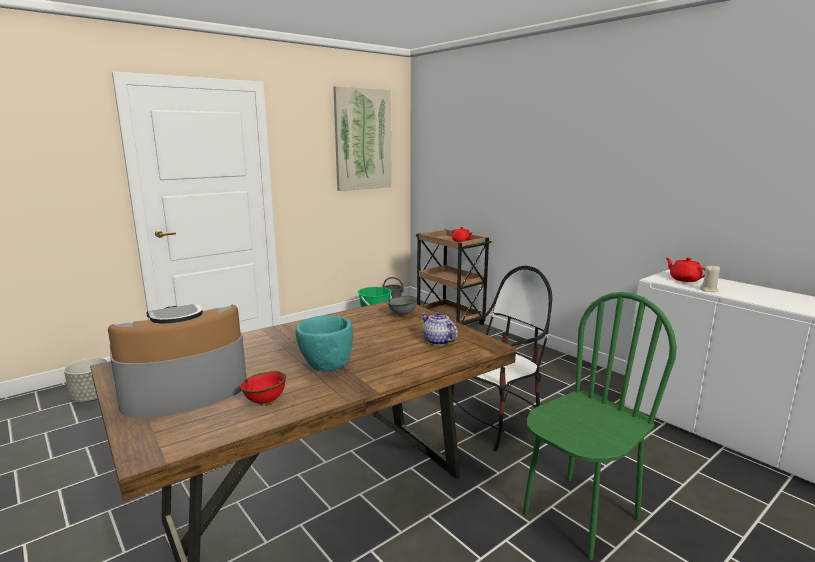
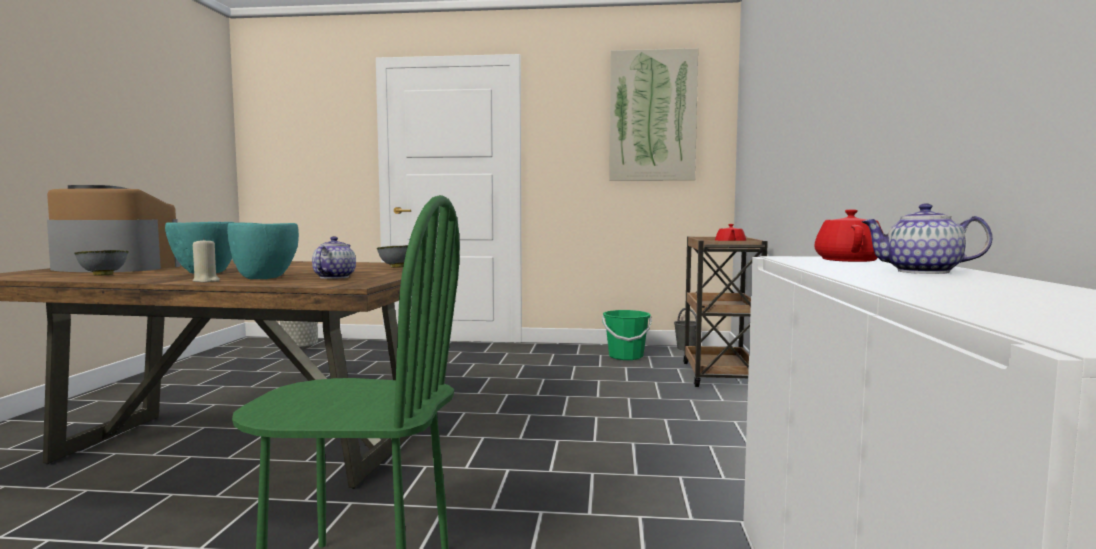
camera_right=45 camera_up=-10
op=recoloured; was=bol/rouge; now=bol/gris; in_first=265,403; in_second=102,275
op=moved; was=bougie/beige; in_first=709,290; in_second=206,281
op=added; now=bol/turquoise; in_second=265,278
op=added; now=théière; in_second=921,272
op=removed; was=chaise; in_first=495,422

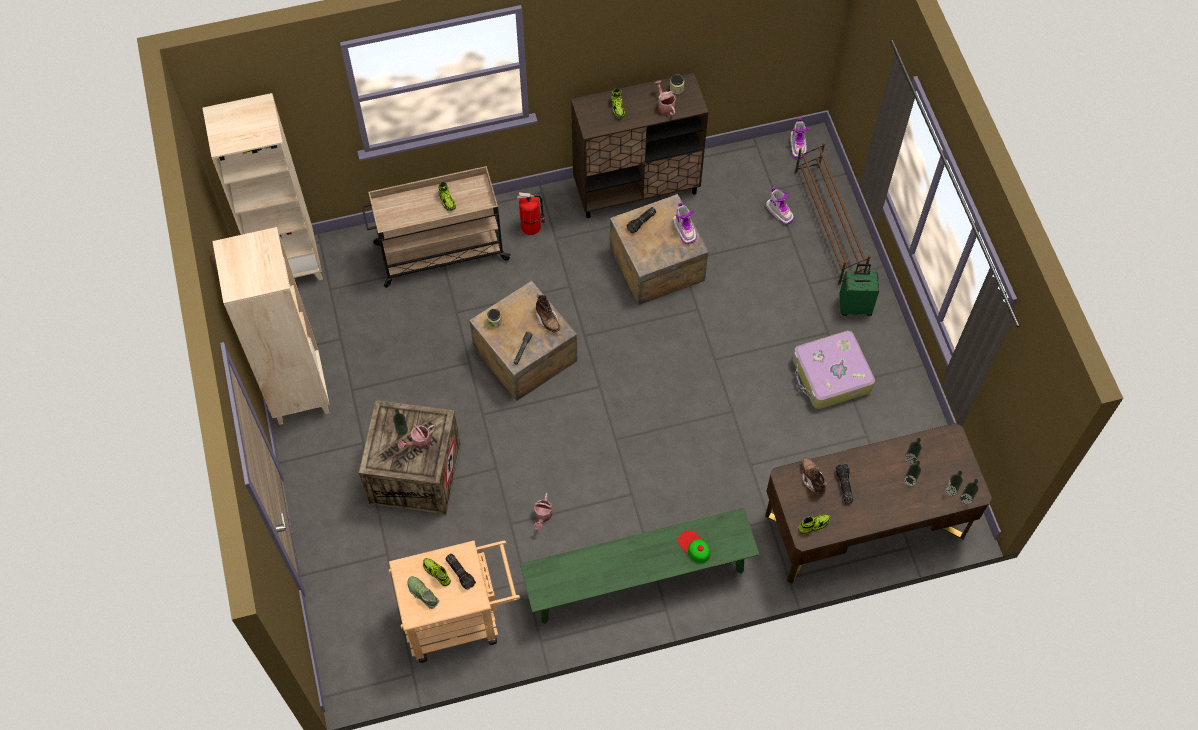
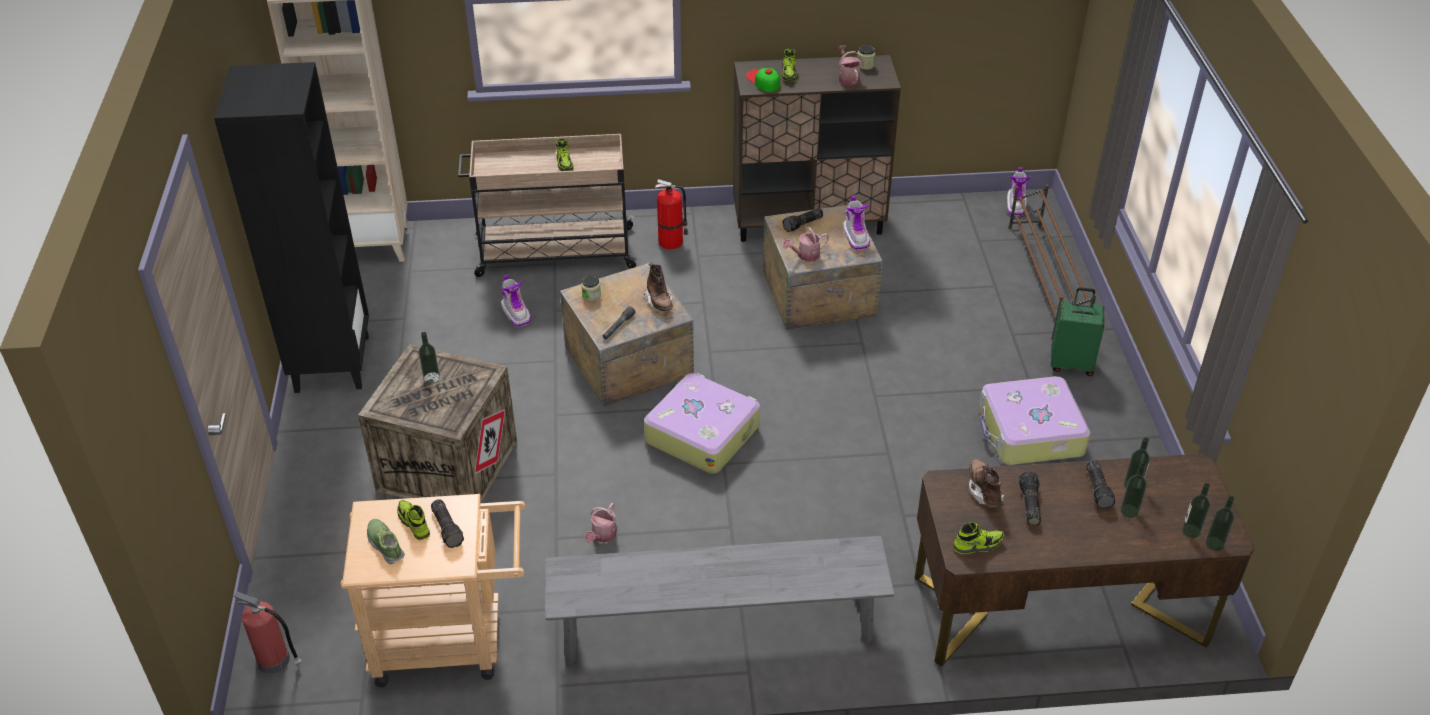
camera_right=10 camera_up=-20
op=recoloured; was=bibliothèque/beige; now=bibliothèque/noir; in_first=298,392; in_second=331,363
op=added; now=extincteur; in_second=275,660
op=moved; was=botte; in_first=779,212; in_second=516,313
op=recoloured; was=banc/vert; now=banc/gris; in_first=638,579; in_second=717,629
op=added; now=valise; in_second=702,433
op=moved; was=casquette; in_first=694,547; in_second=763,80
op=moved; was=arrosoir; in_first=419,442; in_second=805,255
op=added; now=lampe de poche; in_second=1099,489

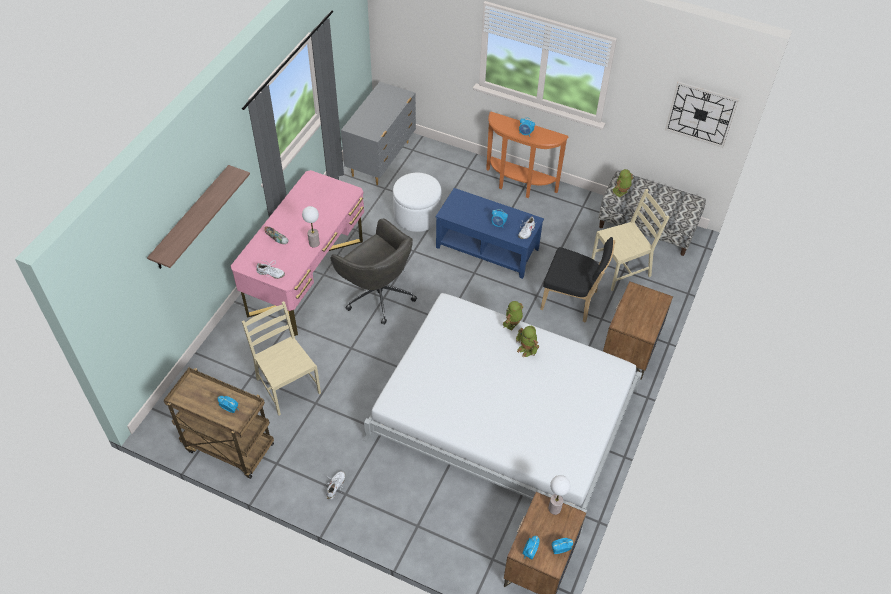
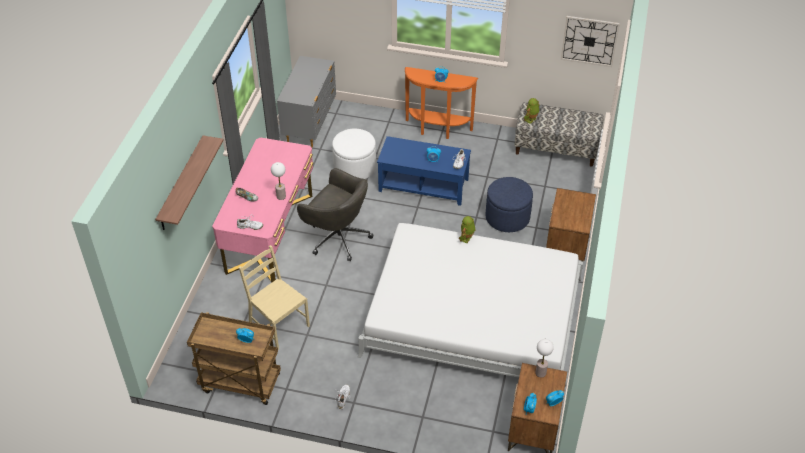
camera_right=-10 camera_up=-5
op=replaced; was=chaise/noir; now=pouf/bleu; in_first=571,301; in_second=507,217
op=removed; was=robot jouet; in_first=526,349
op=removed; was=chaise/beige; in_first=621,268

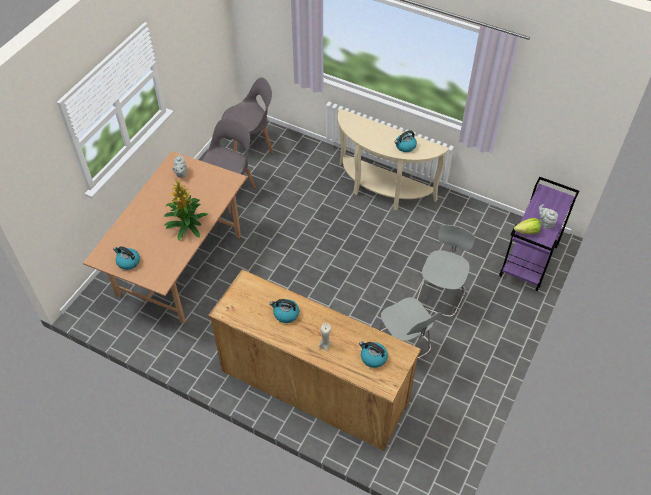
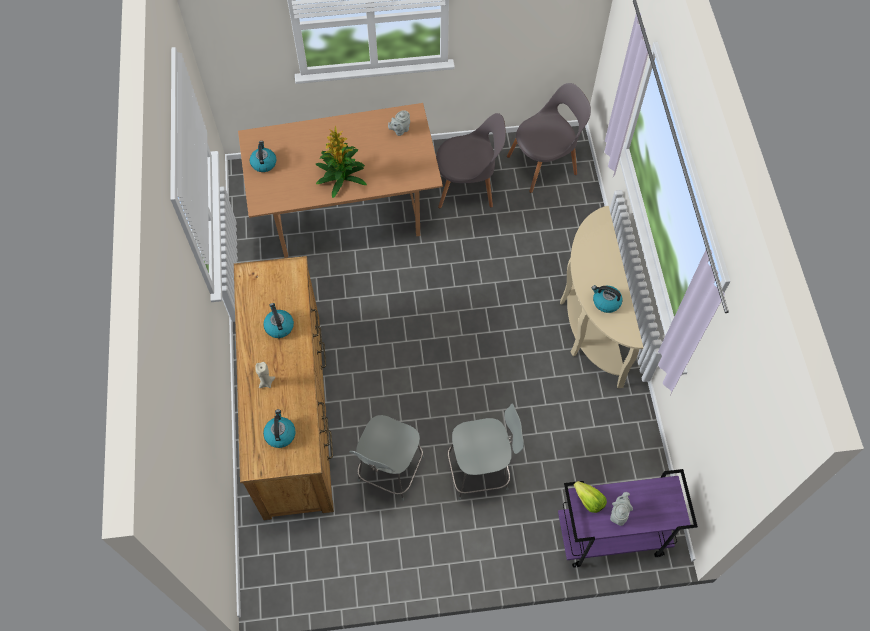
camera_right=55 camera_up=10
op=turned; was=chaise/gris; in_first=250,144; in_second=544,164; clockwise=-60

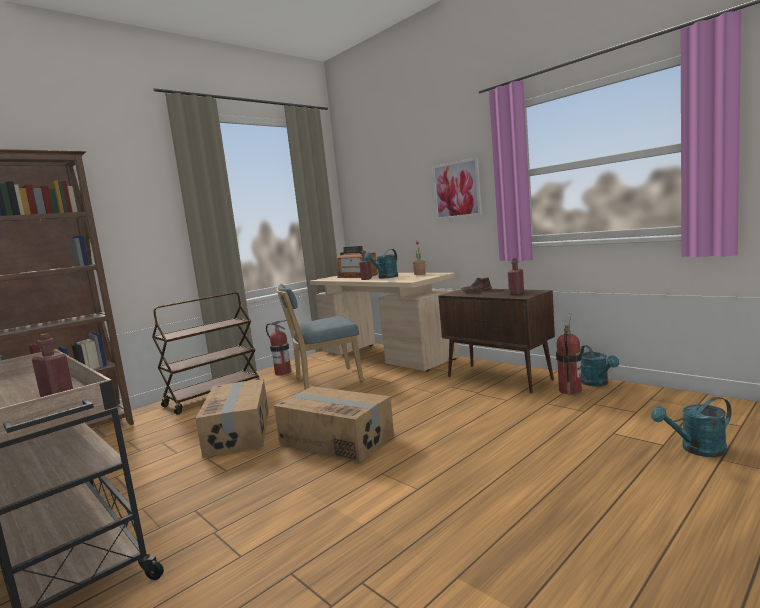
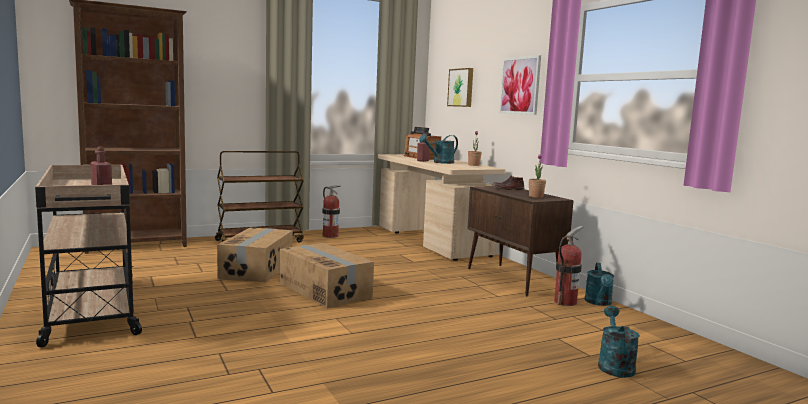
camera_right=15 camera_up=0
op=added; now=tableau; in_second=461,87
op=replaced; was=bouteille/rouge; now=plante en pot; in_first=516,293; in_second=536,196
op=turned; was=arrosoir/turquoise; in_first=697,450; in_second=614,365; clockwise=90
op=removed; was=chaise/bleu; in_first=325,380

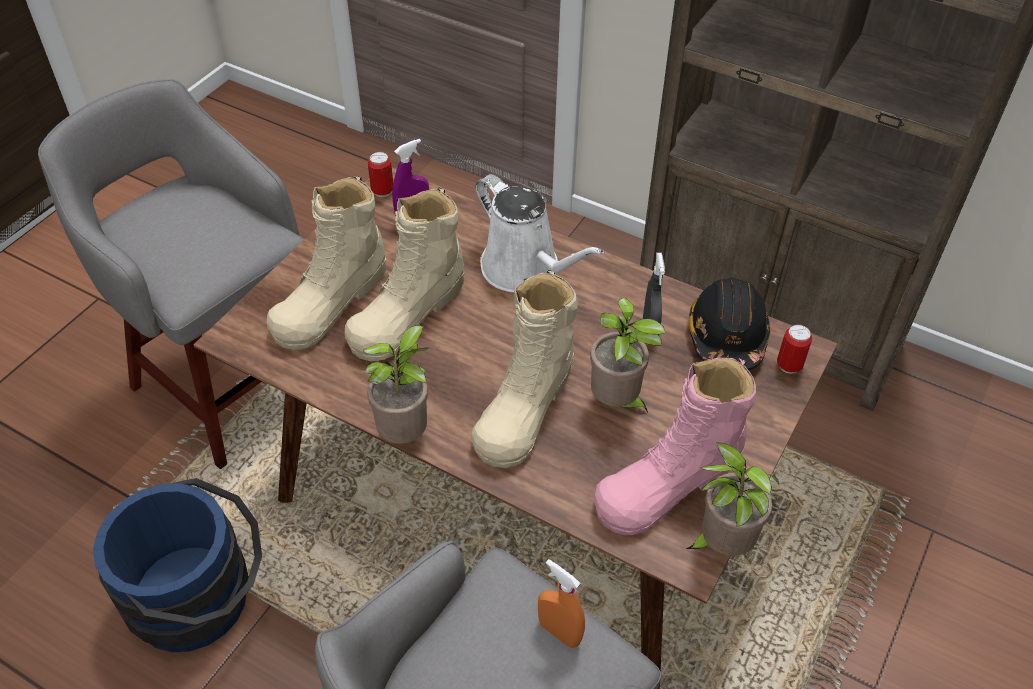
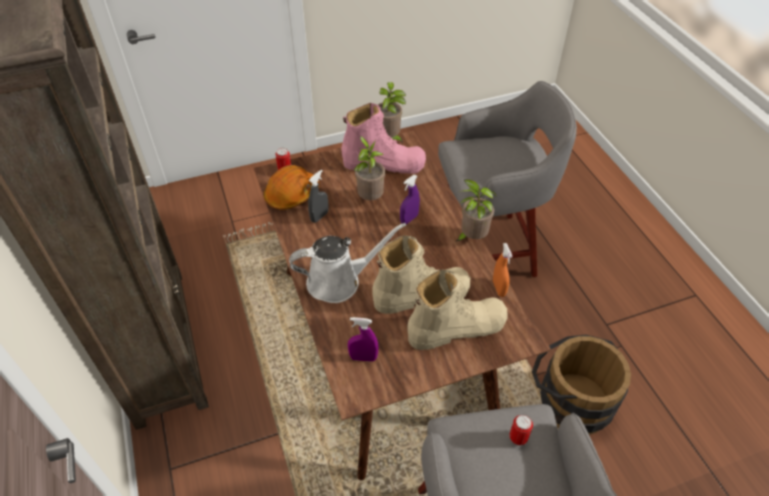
camera_right=-140 camera_up=0
op=recoloured; was=casque de chantier/noir; now=casque de chantier/orange; in_first=727,336; in_second=292,195
op=turned; was=arrosoir/blanc; in_first=525,270; in_second=339,281; clockwise=75
op=replaced; was=botte/beige; now=vaporisateur/violet; in_first=525,405; in_second=409,219
op=moved; was=vaporisateur/orange; in_first=559,632; in_second=499,288
op=moved; was=boîte métallique; in_first=382,191; in_second=518,438
op=recoloured; was=seau/bleu; now=seau/marron; in_first=202,600; in_second=568,400

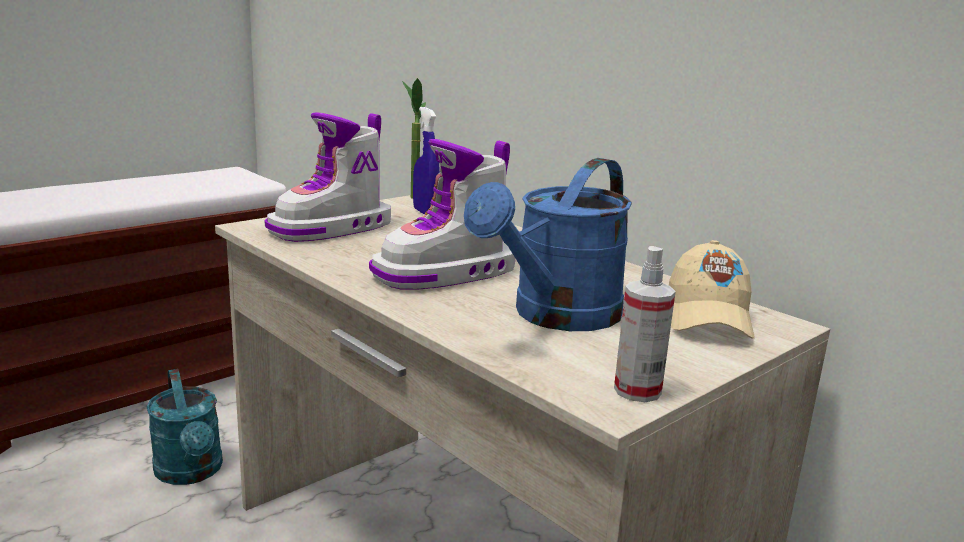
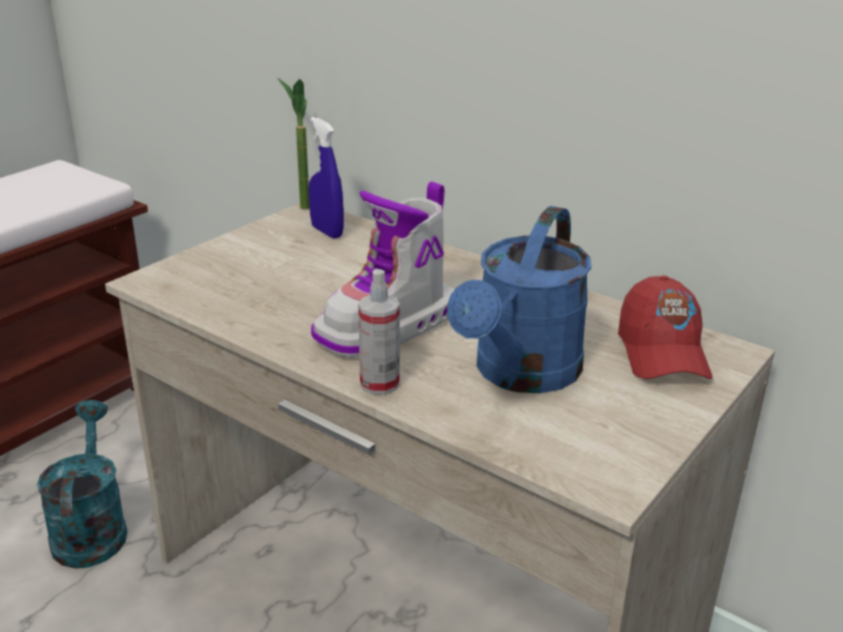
camera_right=-10 camera_up=10
op=turned; was=arrosoir/turquoise; in_first=191,473; in_second=91,528; clockwise=-150
op=moved; was=vaporisateur; in_first=637,391; in_second=379,384
op=recoloured; was=casquette/beige; now=casquette/rouge; in_first=708,317; in_second=661,352
op=removed; was=botte; in_first=333,229

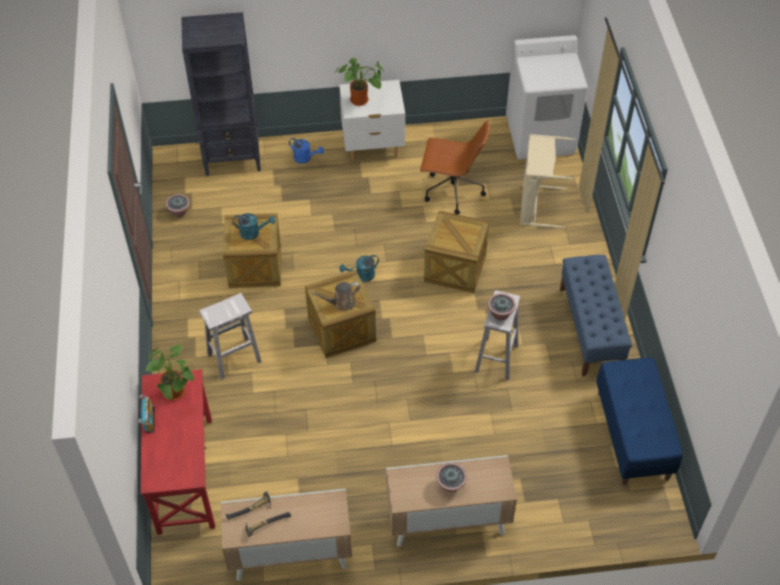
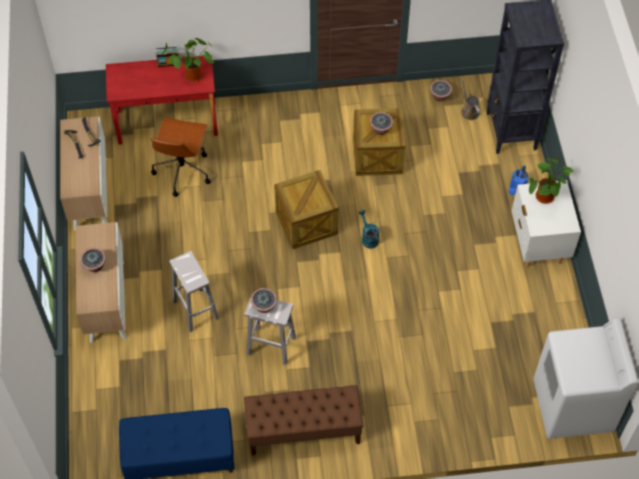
camera_right=90 camera_up=5
op=moved; was=chaise de bureau/marron; in_first=452,191; in_second=182,171
op=moved; was=tabouret/blanc; in_first=233,358; in_second=195,309
op=recoloured; was=banc/bleu; now=banc/marron; in_first=590,330; in_second=303,431
op=replaced; was=arrosoir/turquoise; now=plante en pot; in_first=253,233; in_second=381,130
op=moved; was=arrosoir/marron; in_first=341,303; in_second=469,111
op=removed; was=caisse; in_first=455,268
op=removed; was=panier à linge/beige; in_first=536,206

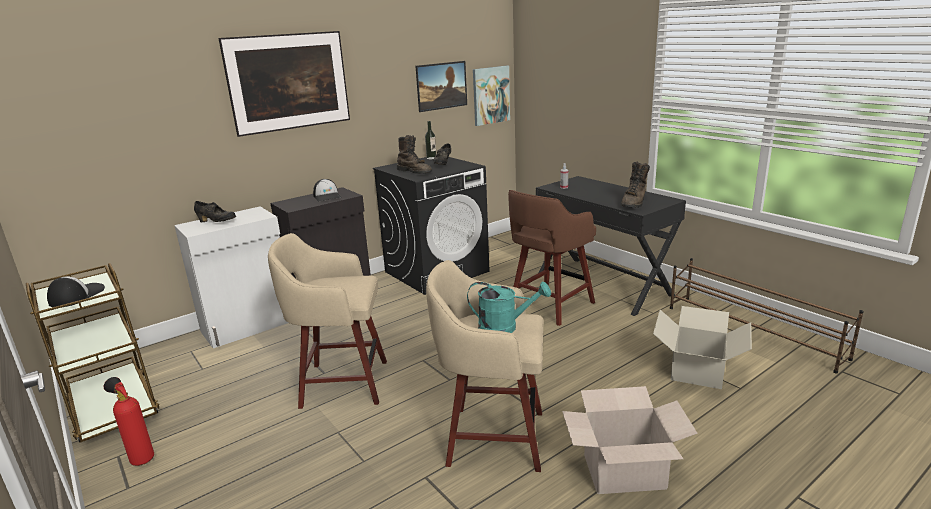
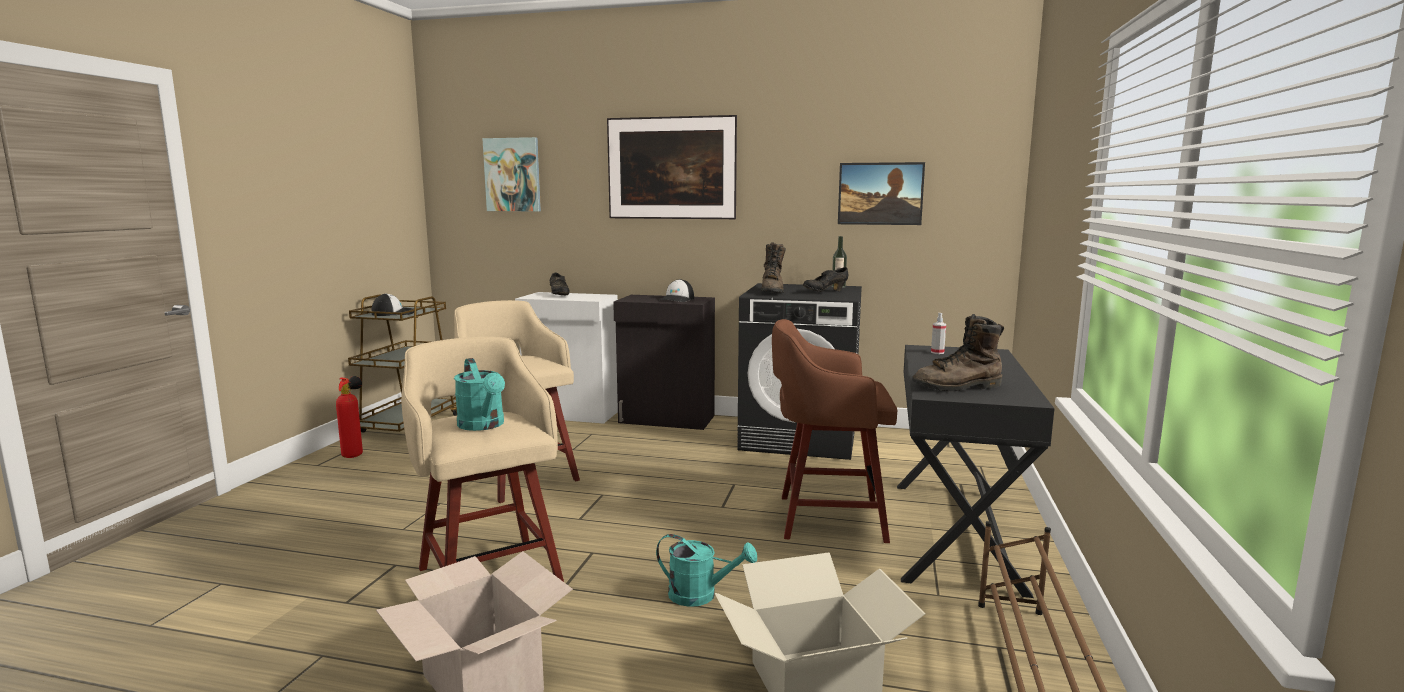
camera_right=50 camera_up=-10
op=moved; was=tableau; in_first=490,95; in_second=512,175
op=added; now=arrosoir/turquoise; in_second=701,595

